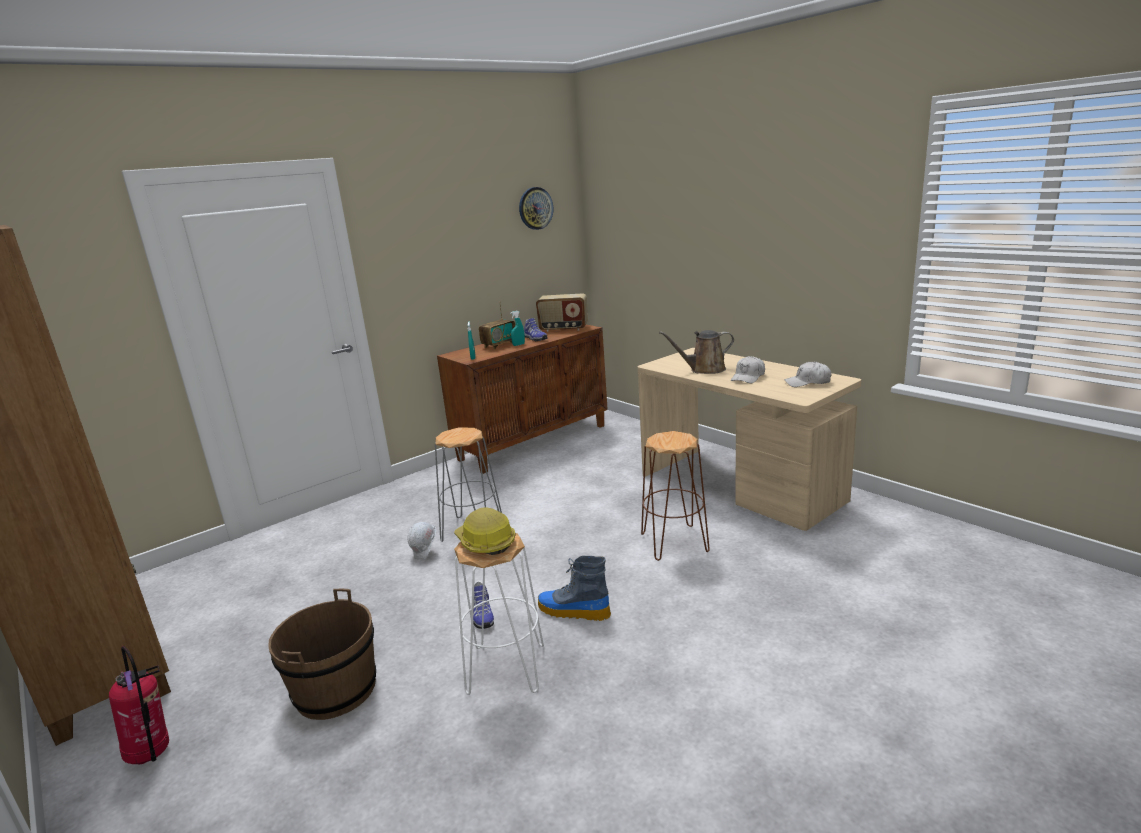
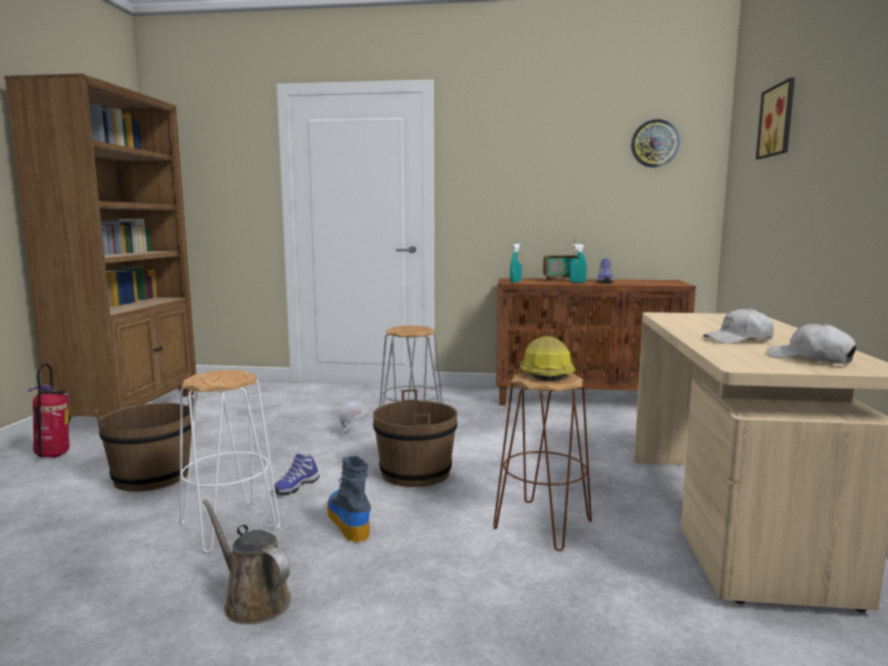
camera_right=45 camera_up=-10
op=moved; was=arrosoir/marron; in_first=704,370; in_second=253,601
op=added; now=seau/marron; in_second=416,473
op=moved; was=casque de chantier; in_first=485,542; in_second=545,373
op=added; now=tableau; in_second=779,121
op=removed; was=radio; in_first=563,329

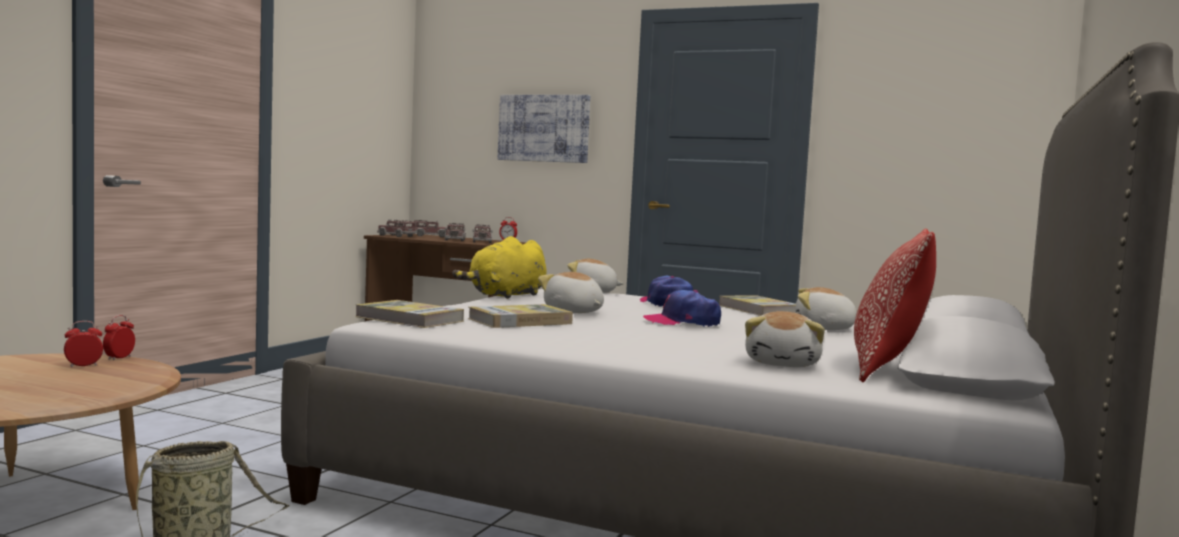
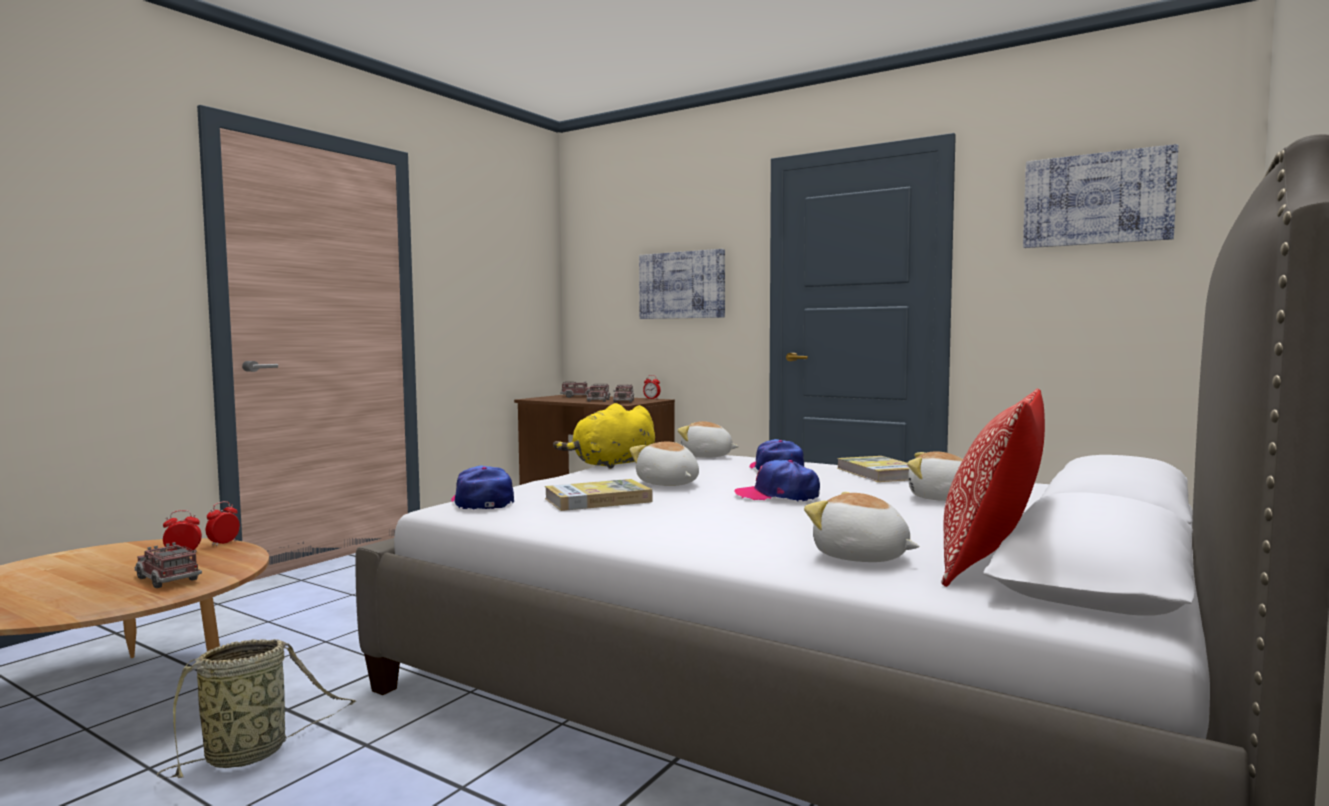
camera_right=10 camera_up=0
op=moved; was=camion jouet; in_first=396,236; in_second=168,579
op=replaced; was=livre; now=casquette; in_first=409,319; in_second=482,501
op=turned; was=peluche; in_first=784,364; in_second=861,557; clockwise=105
op=added; now=tableau; in_second=1097,199

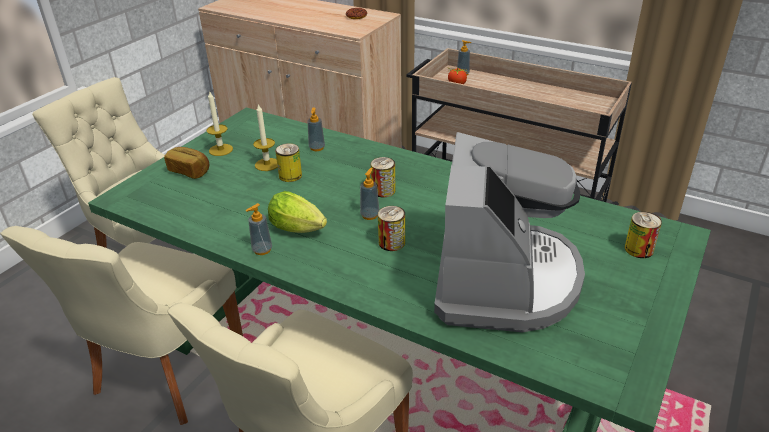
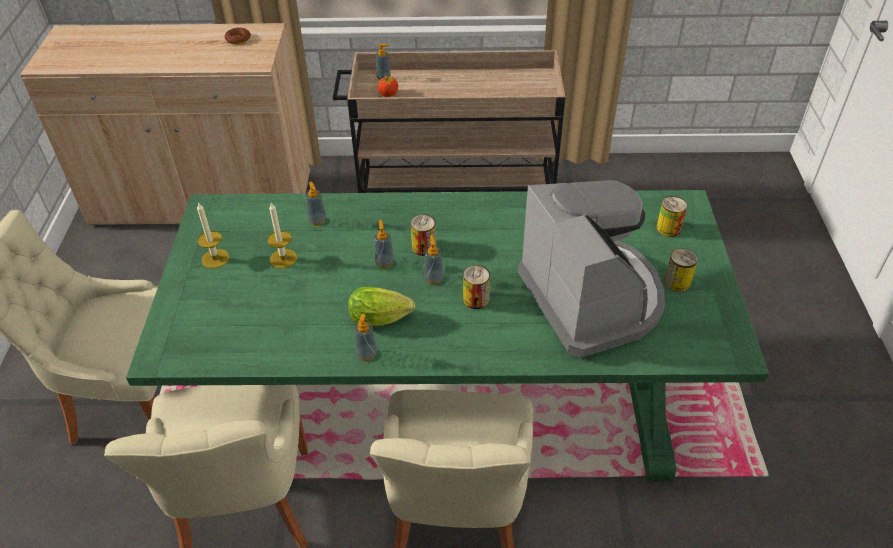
camera_right=-30 camera_up=10
op=added; now=distributeur de savon; in_second=384,263
op=moved; was=boîte métallique; in_first=290,176; in_second=677,282
op=removed; was=pain; in_first=190,171

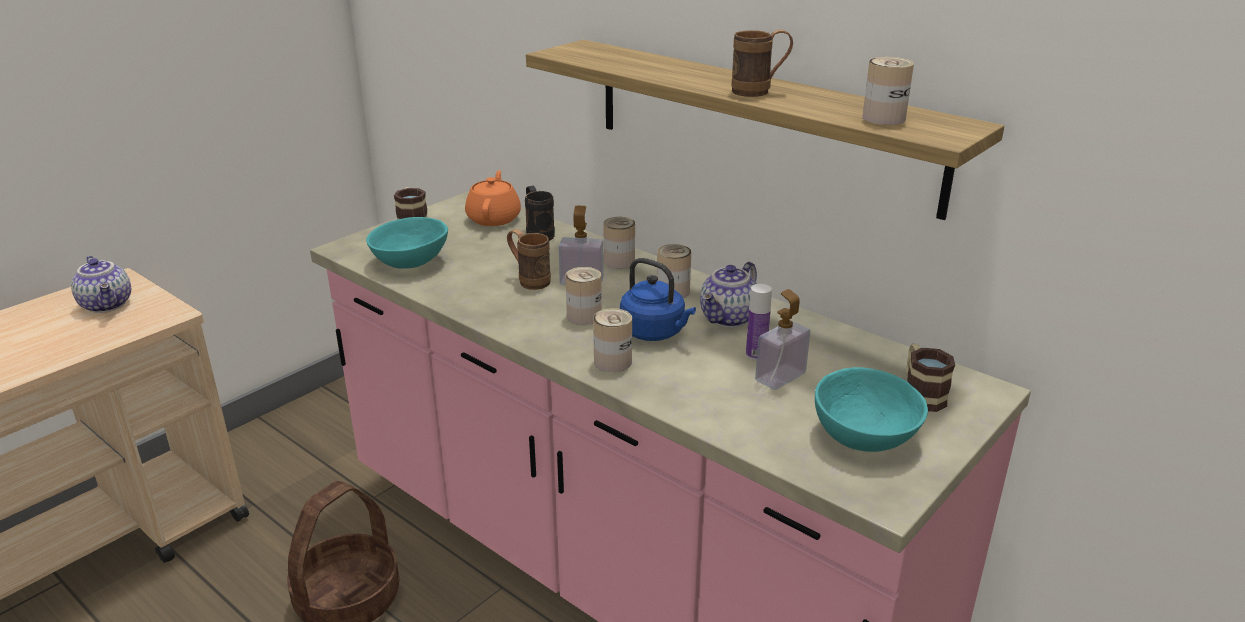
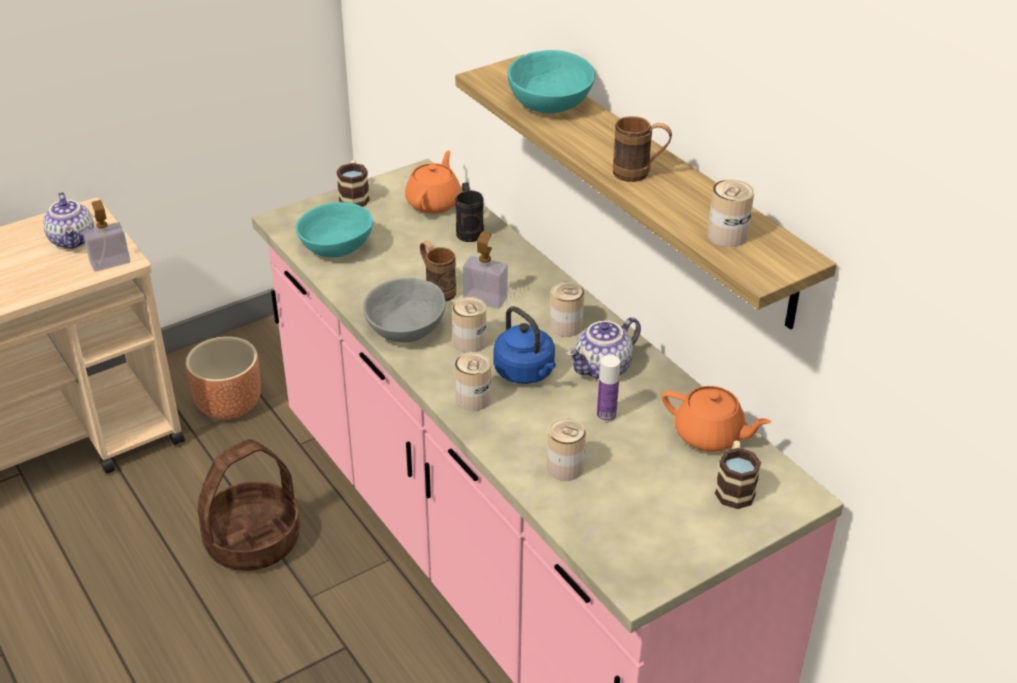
camera_right=15 camera_up=10
op=moved; was=distributeur de savon; in_first=780,377; in_second=110,262
op=added; now=cache-pot/marron; in_second=230,405
op=added; now=bol/gris; in_second=405,329
op=moved; was=bol/turquoise; in_first=862,435; in_second=548,103
op=moved; was=boîte métallique; in_first=619,261; in_second=565,467
op=added; now=théière/orange; in_second=710,436

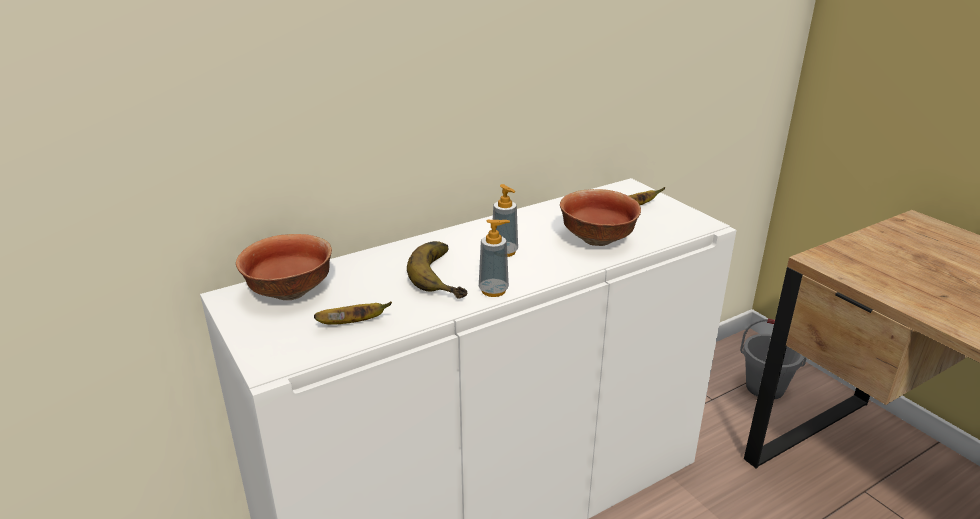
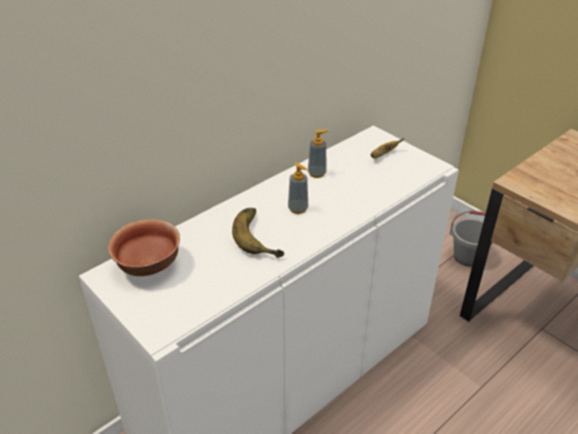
camera_right=-10 camera_up=10
op=moved; was=distributeur de savon; in_first=493,290; in_second=317,173
op=removed; was=banane; in_first=353,323
op=removed; was=bol; in_first=598,239

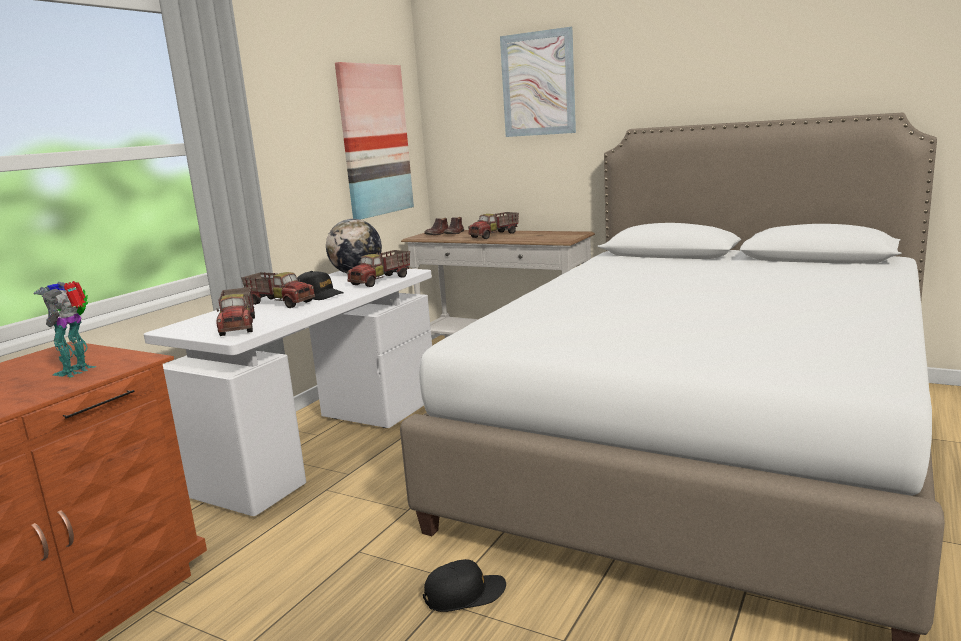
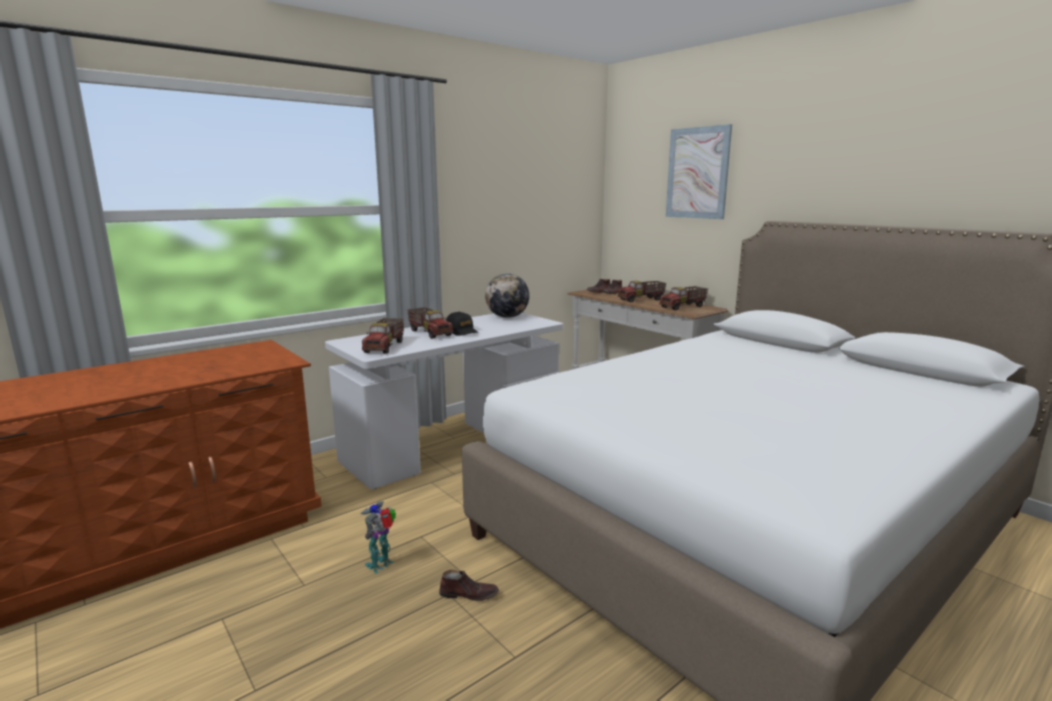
camera_right=20 camera_up=0
op=moved; was=robot jouet; in_first=78,371; in_second=382,564
op=replaced; was=casquette/noir; now=chaussure/marron; in_first=464,594; in_second=469,594
op=moved; was=camion jouet; in_first=381,280; in_second=683,307
op=removed; was=tableau; in_first=374,140

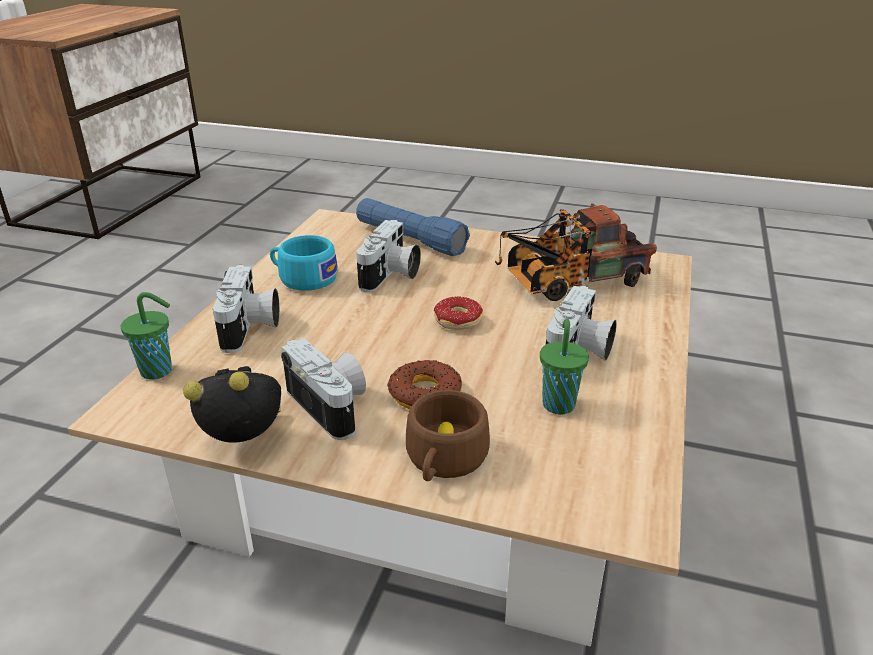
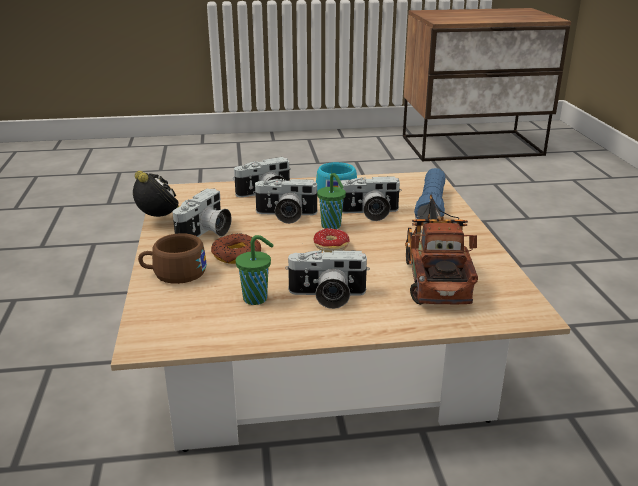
camera_right=65 camera_up=-5
op=added; now=appareil photo; in_second=285,216
op=moved; was=tasse/vert; in_first=158,371; in_second=332,226
op=turned; was=camion jouet; in_first=568,282; in_second=435,275; clockwise=45

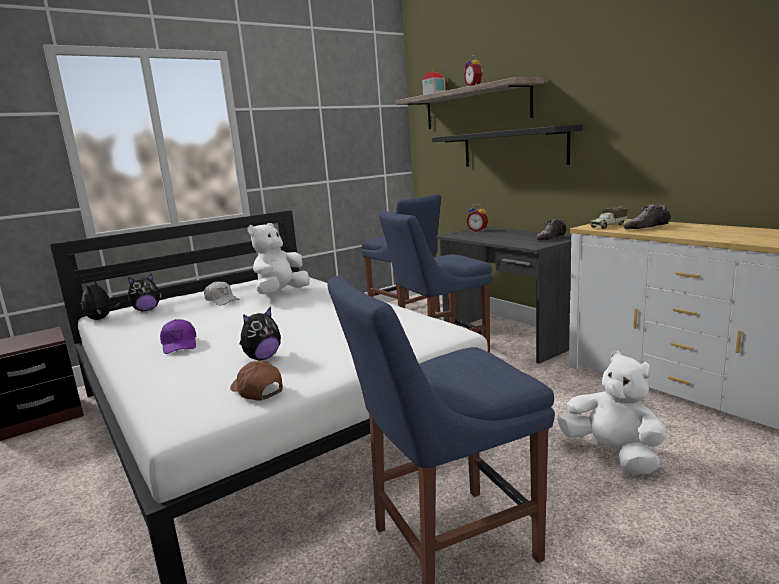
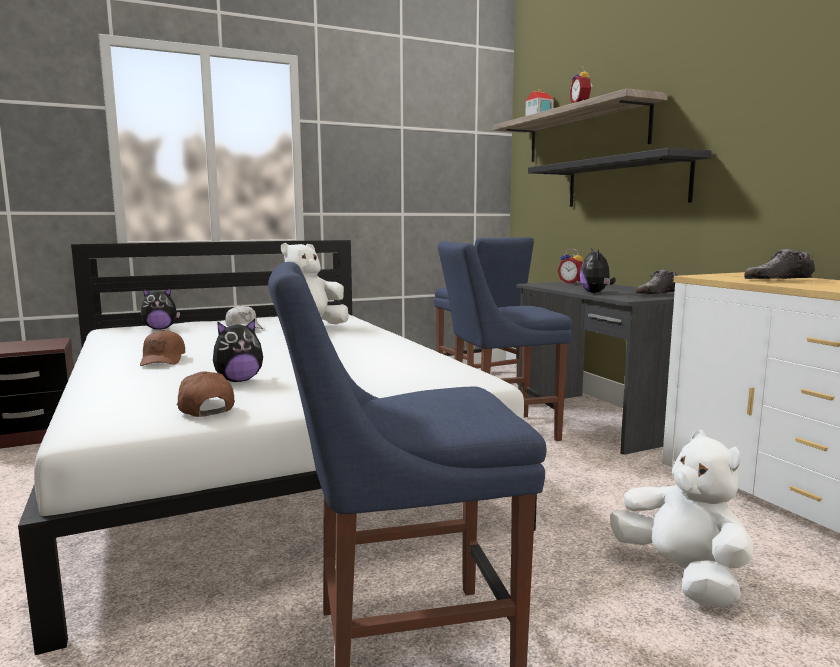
camera_right=10 camera_up=-5
op=recoloured; was=casquette/violet; now=casquette/marron; in_first=180,344; in_second=163,360
op=moved; was=peluche; in_first=102,319; in_second=596,293
op=removed; was=camion jouet; in_first=607,226

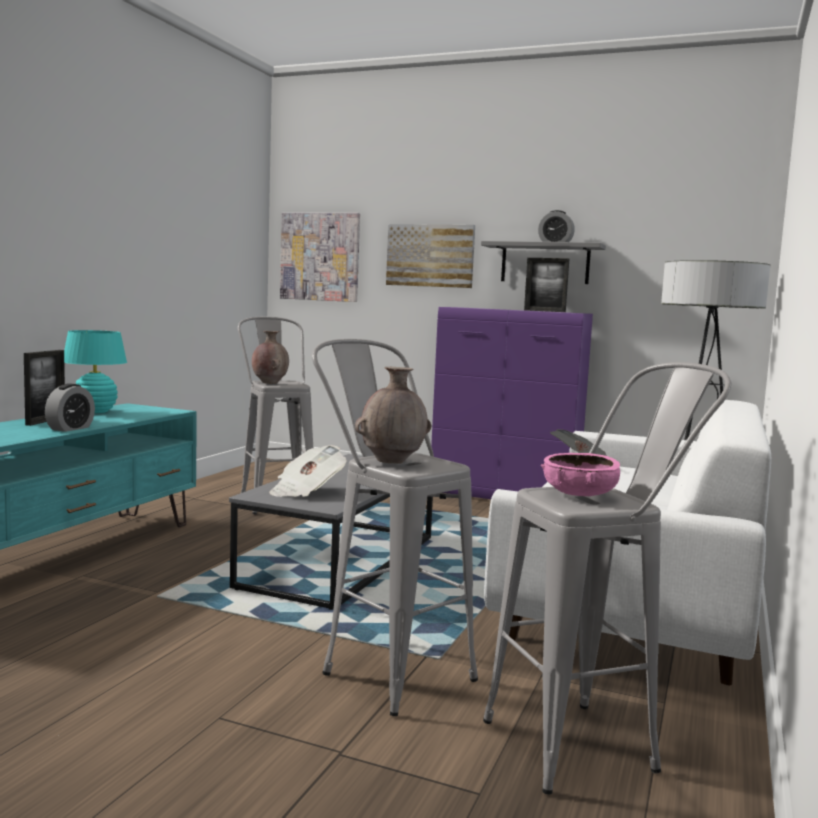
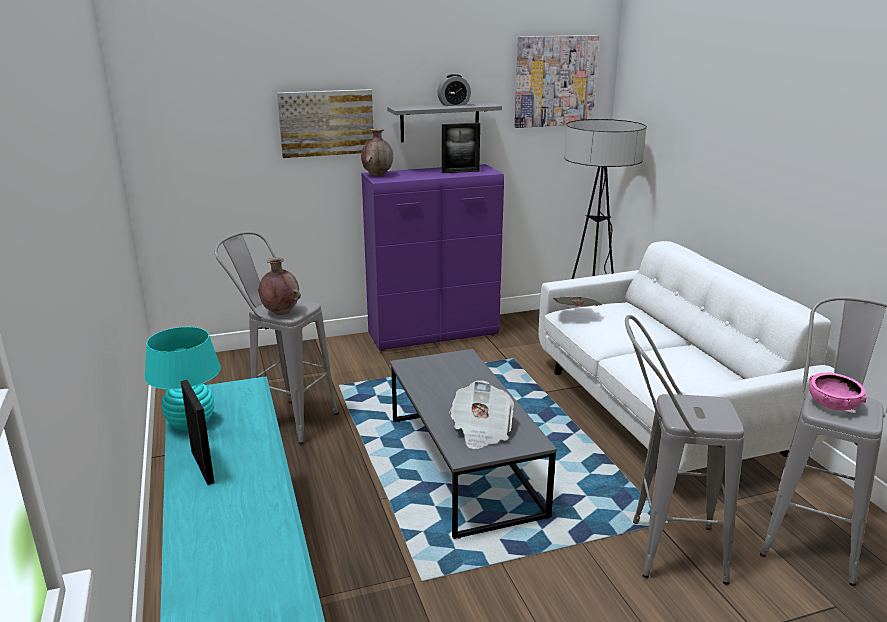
camera_right=-40 camera_up=15
op=moved; was=vase/marron; in_first=392,461; in_second=377,175
op=moved; was=tableau; in_first=320,257; in_second=555,81
op=removed; was=réveil; in_first=70,428

